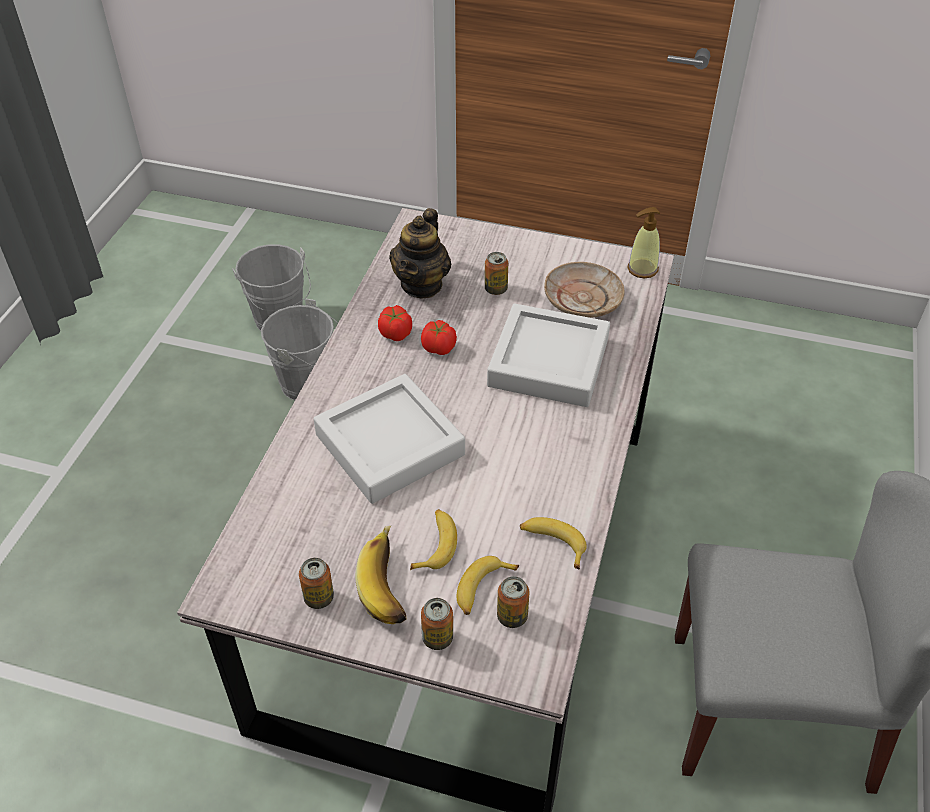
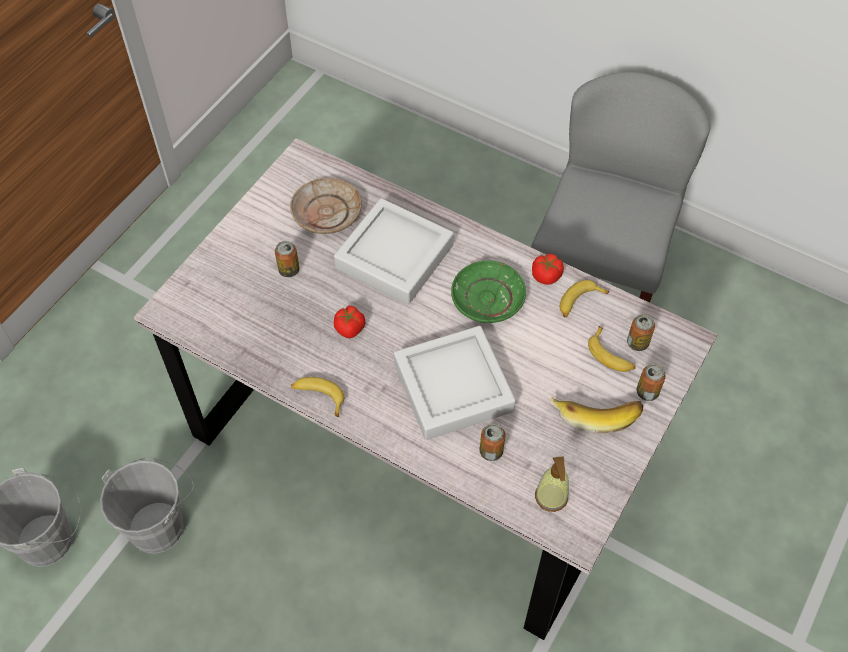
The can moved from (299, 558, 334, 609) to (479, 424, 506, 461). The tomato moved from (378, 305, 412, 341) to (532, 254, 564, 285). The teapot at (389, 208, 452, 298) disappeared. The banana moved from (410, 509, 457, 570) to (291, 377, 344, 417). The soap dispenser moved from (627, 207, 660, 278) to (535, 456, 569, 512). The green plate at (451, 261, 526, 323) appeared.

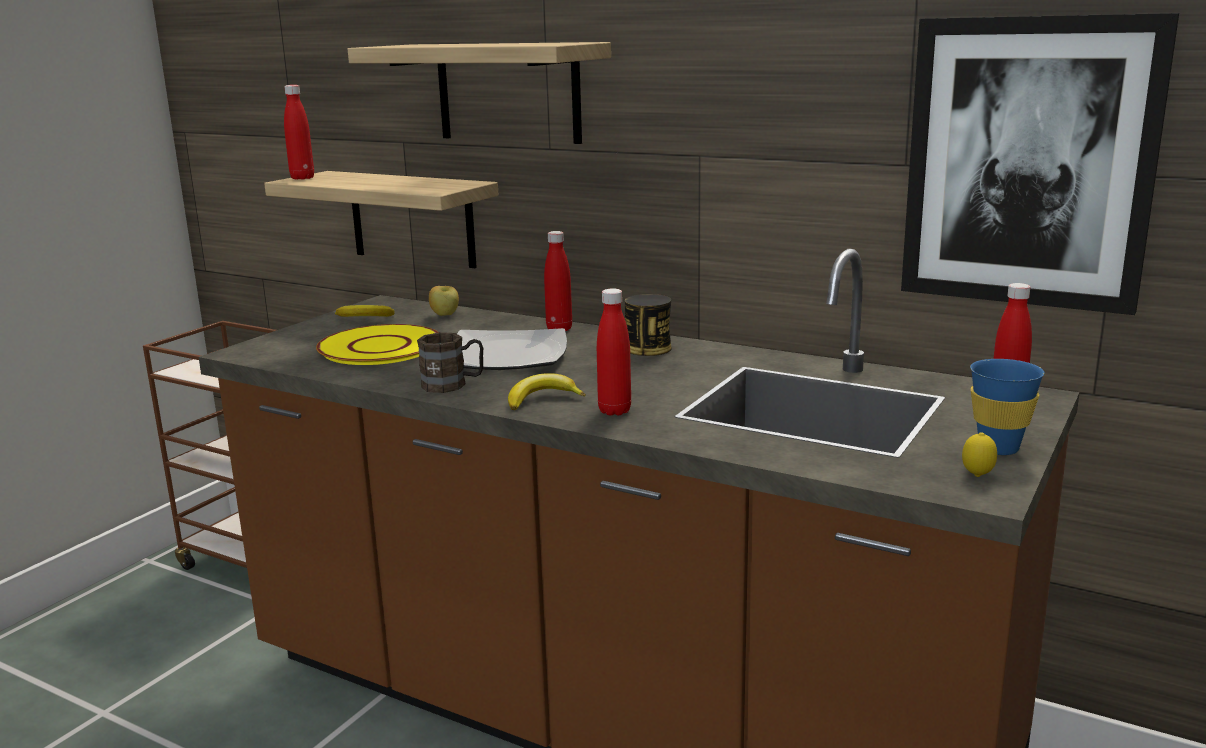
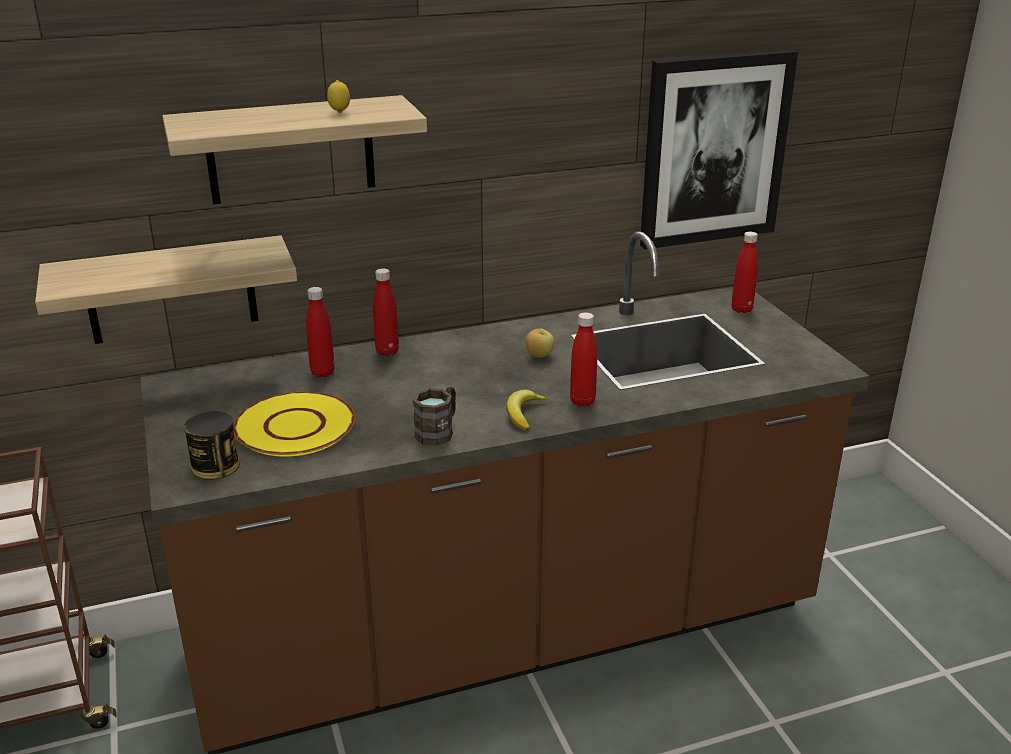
The red bottle moved from (284, 85, 314, 180) to (306, 287, 335, 377). The banana at (335, 305, 395, 317) disappeared. The apple moved from (429, 286, 459, 316) to (525, 328, 554, 358). The plate at (457, 328, 567, 370) disappeared. The can moved from (625, 294, 672, 356) to (184, 411, 239, 480). The lemon moved from (962, 432, 997, 477) to (327, 80, 350, 113). The blue cup at (970, 359, 1045, 455) disappeared.

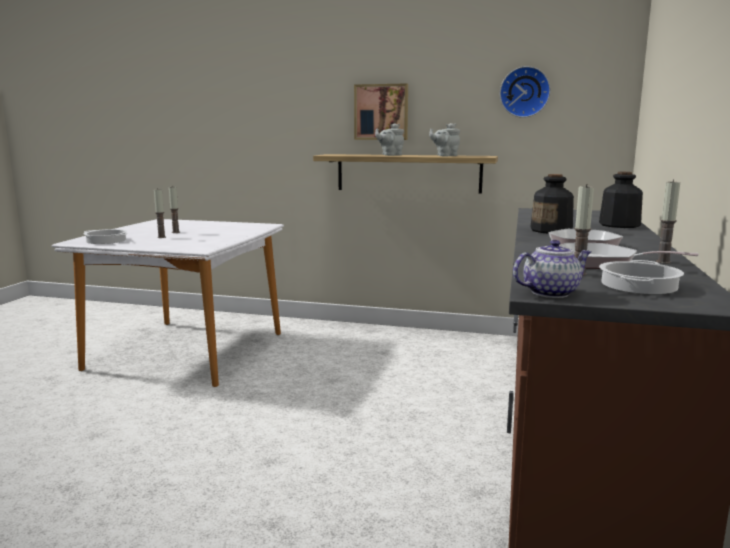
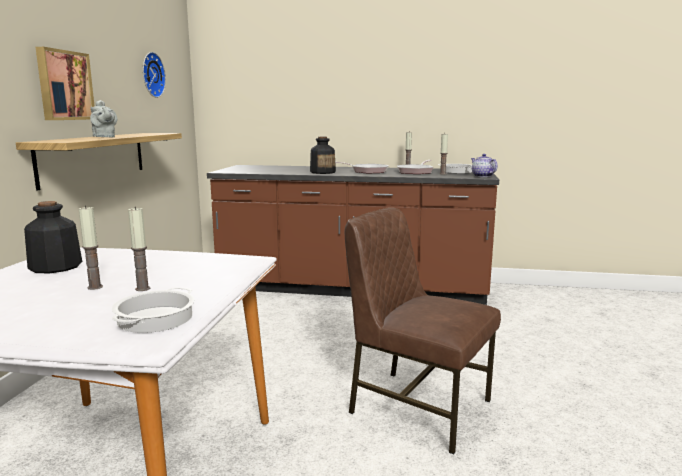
The grey teapot at (429, 123, 460, 156) disappeared. The bottle moved from (599, 172, 643, 228) to (24, 201, 82, 273). The brown chair at (345, 207, 501, 454) appeared.

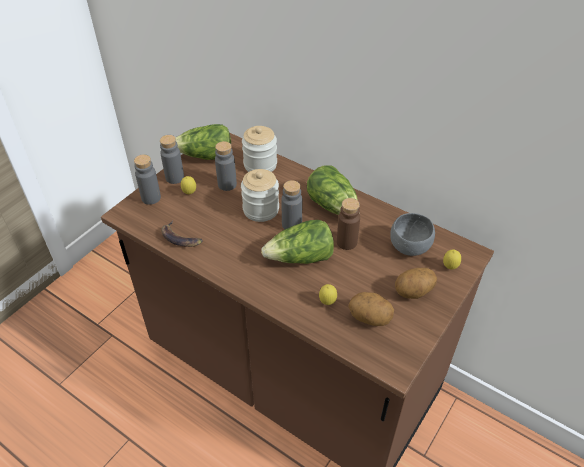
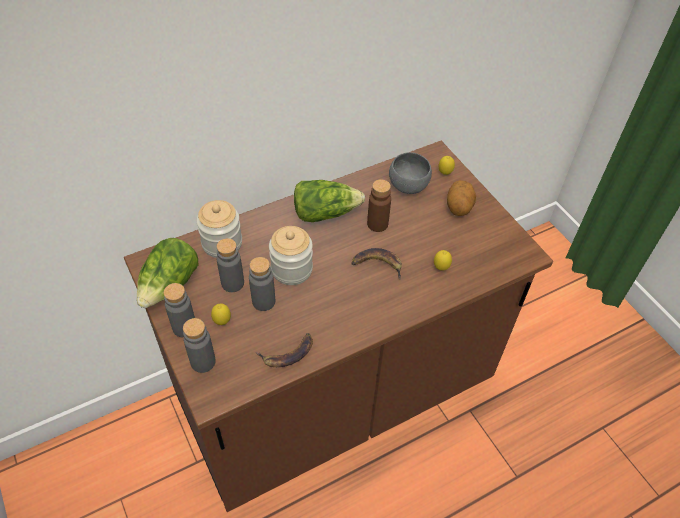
The lettuce at (261, 220, 334, 264) was replaced by the banana at (352, 248, 402, 280). The grey bottle moved from (281, 180, 302, 229) to (249, 257, 275, 311). The potato at (348, 292, 394, 326) disappeared.

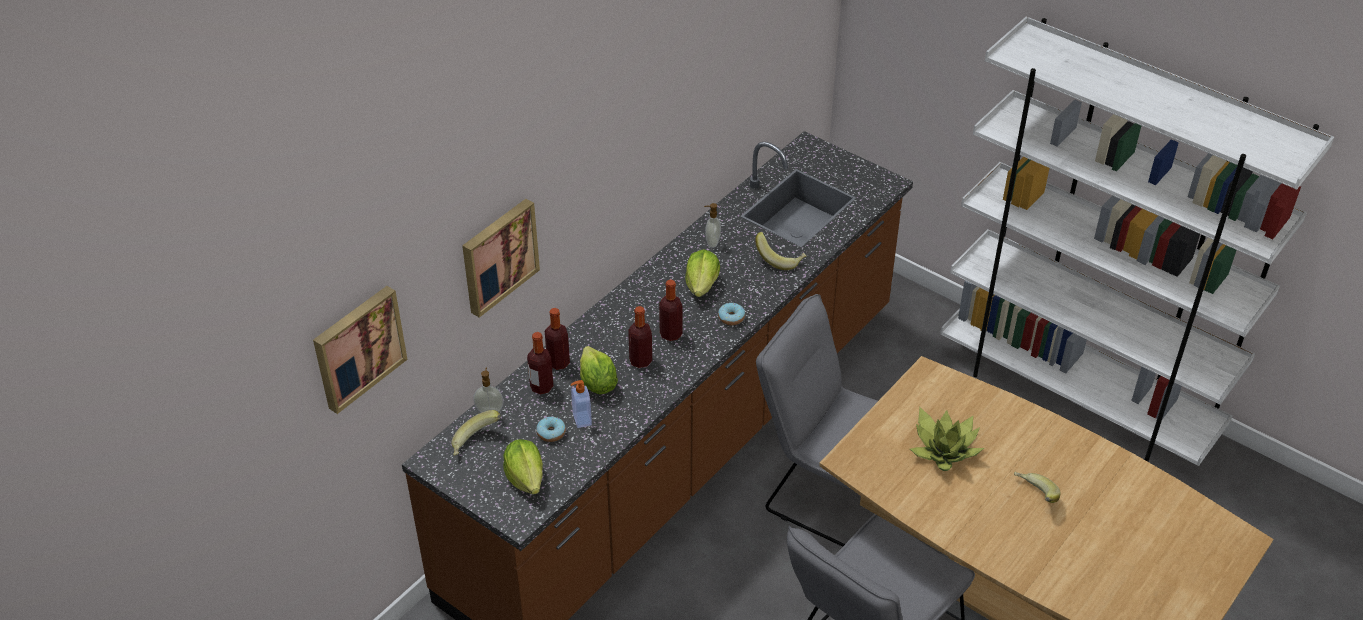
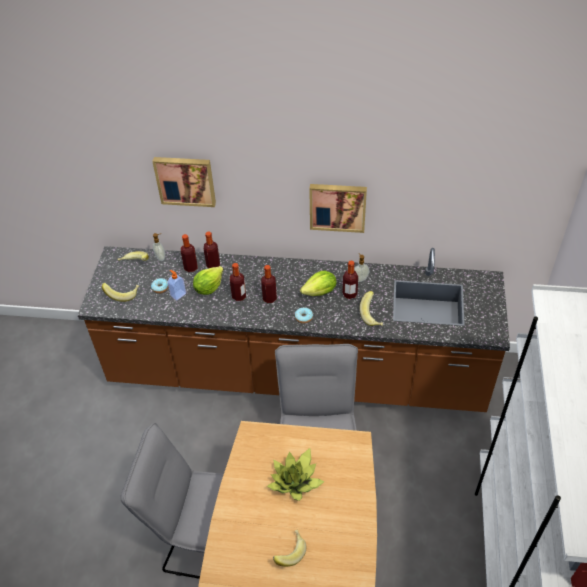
The picture moved from (313, 286, 408, 414) to (309, 184, 367, 233). The lettuce at (503, 439, 543, 494) was replaced by the banana at (102, 283, 139, 302). The bottle at (343, 260, 358, 299) appeared.

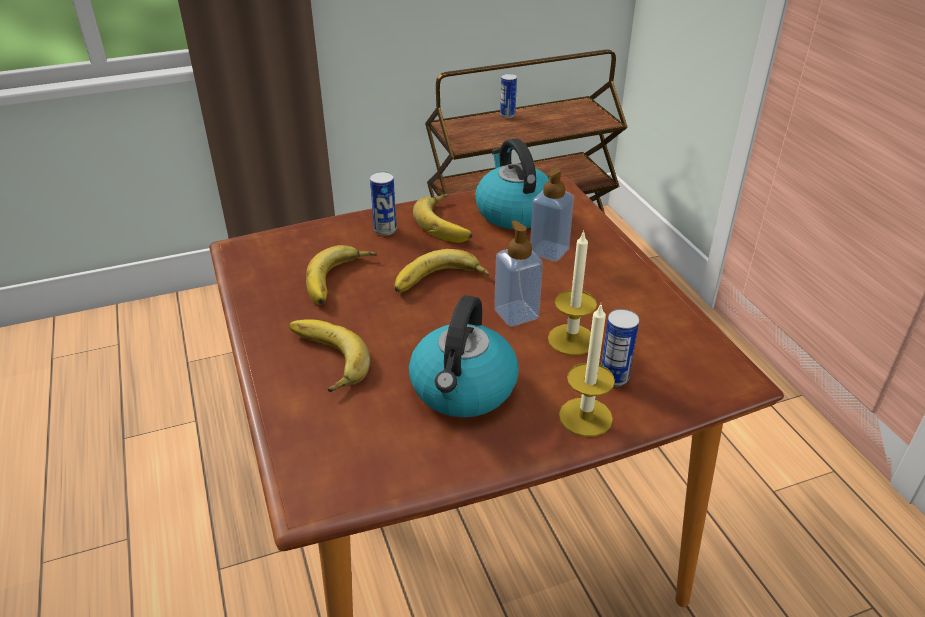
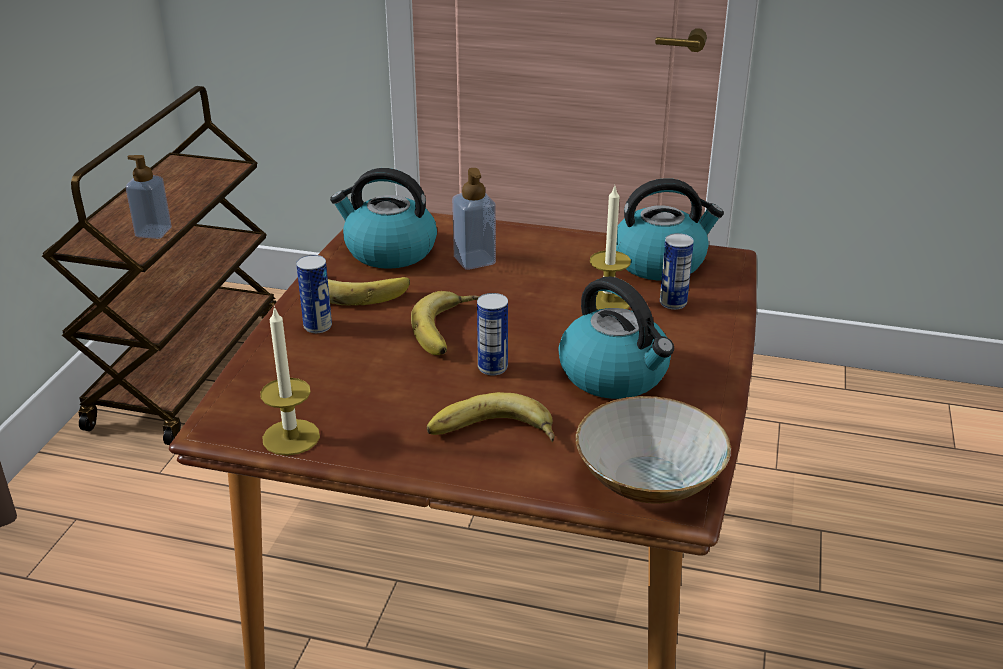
The banana at (306, 245, 377, 304) disappeared. The soap dispenser moved from (494, 220, 543, 327) to (126, 155, 171, 239). The can moved from (500, 74, 517, 118) to (477, 293, 508, 376). The candle moved from (559, 304, 615, 437) to (260, 306, 320, 456). The bowl at (576, 396, 731, 504) appeared. The kettle at (616, 178, 724, 281) appeared.

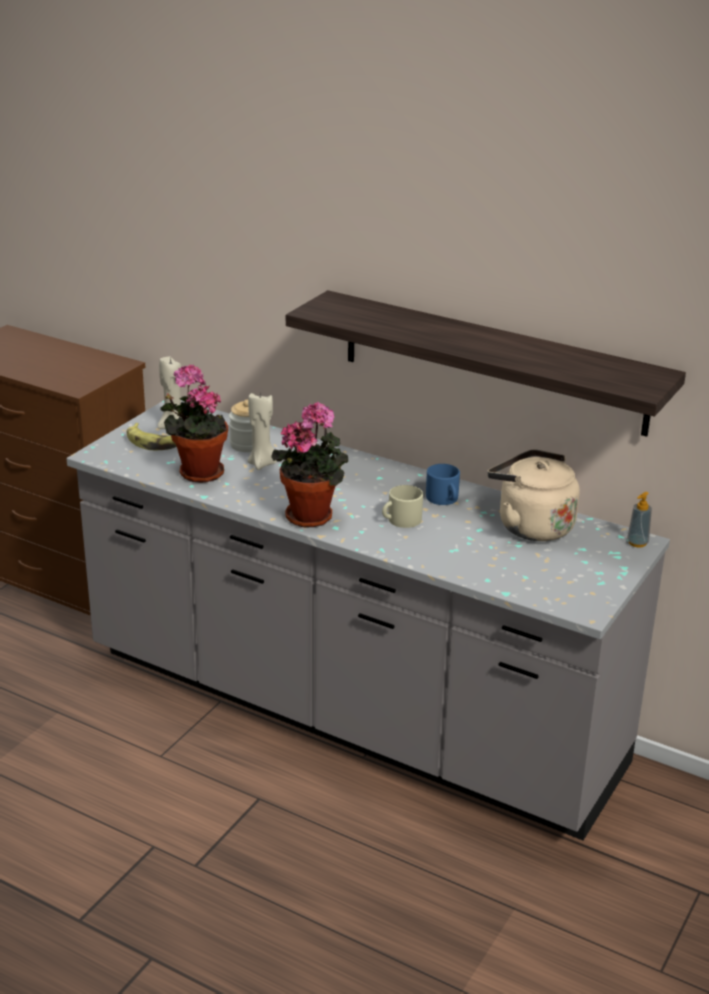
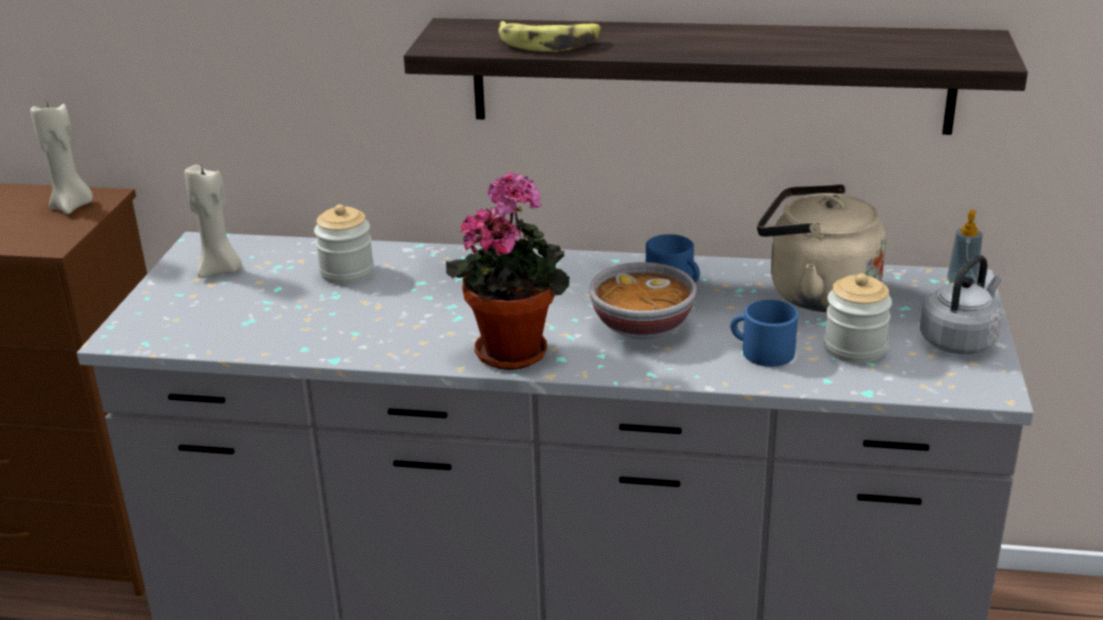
The banana moved from (127, 423, 177, 451) to (499, 21, 601, 52). The potted plant at (160, 365, 228, 483) disappeared. The beige candle moved from (248, 393, 277, 470) to (31, 100, 93, 214). The beige mug at (382, 485, 423, 528) was replaced by the bowl at (590, 262, 696, 339). The blue mug at (730, 300, 798, 367) appeared. The jar at (824, 273, 892, 363) appeared. The grey kettle at (920, 255, 1002, 354) appeared.

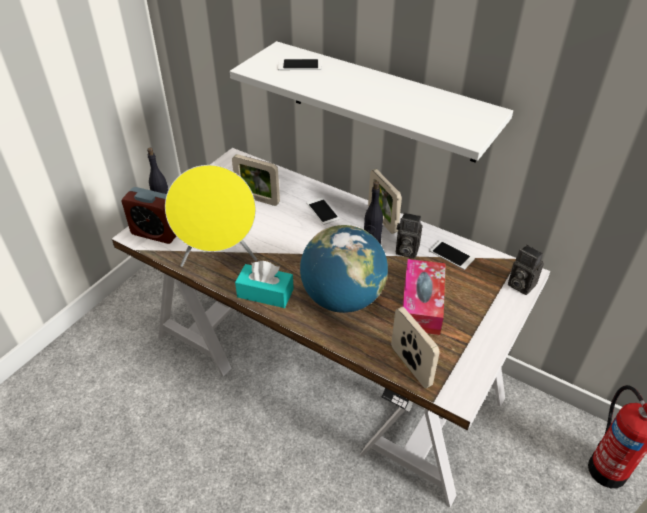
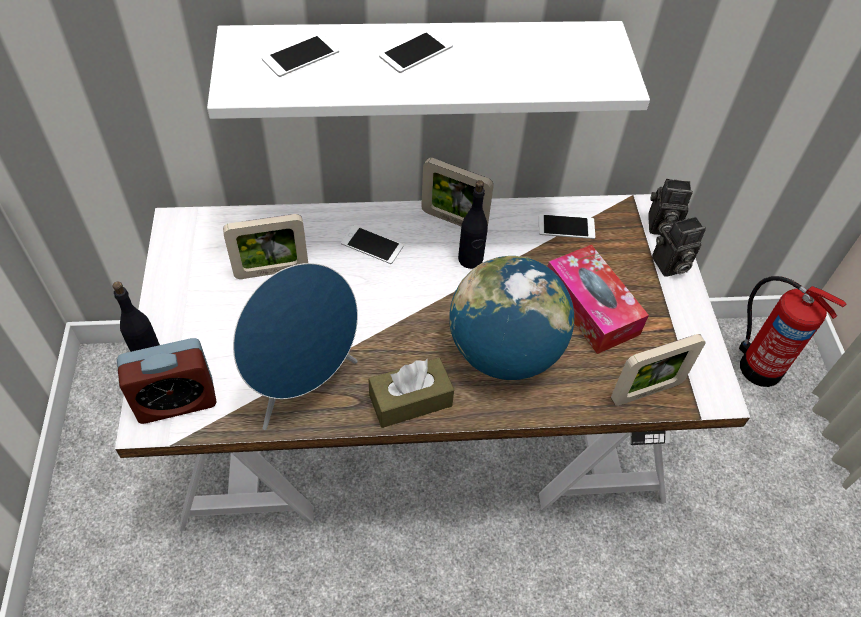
The yellow speaker at (165, 165, 257, 267) became the blue speaker at (233, 263, 358, 430). The turquoise tissue box at (235, 261, 294, 308) became the brown tissue box at (369, 358, 454, 428). The picture frame at (391, 307, 440, 388) turned 135 degrees clockwise. The photo camera moved from (396, 212, 423, 258) to (652, 217, 706, 277). The phone at (379, 29, 453, 73) appeared.

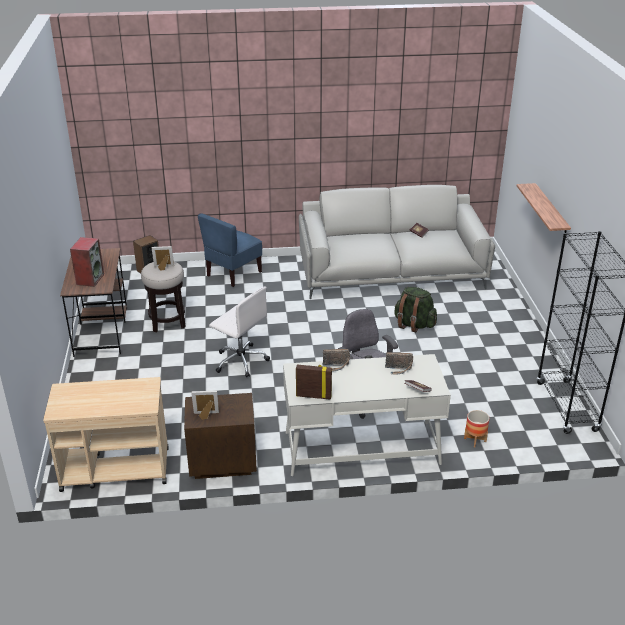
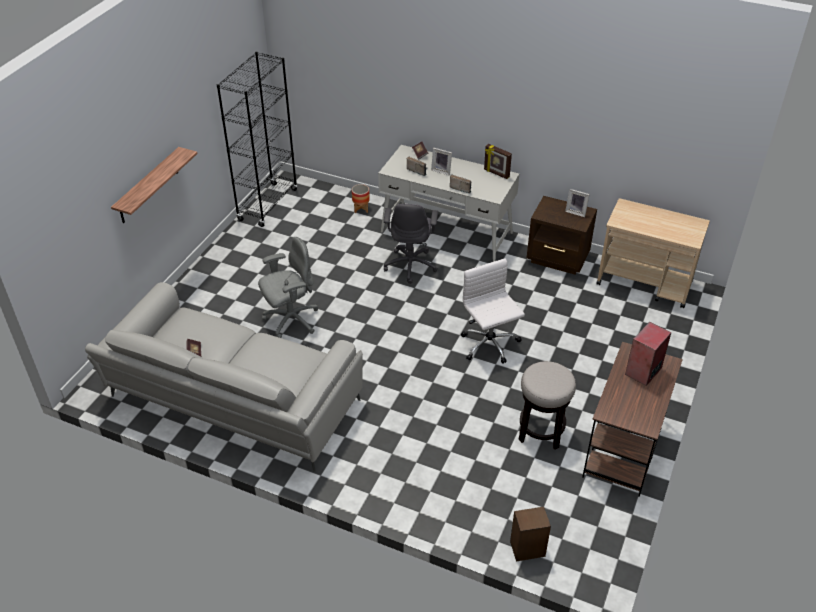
The picture frame moved from (152, 246, 174, 271) to (431, 148, 452, 175). The blue chair at (198, 213, 262, 287) disappeared. The green backpack at (394, 287, 437, 332) was replaced by the grey office chair at (258, 237, 318, 338).

